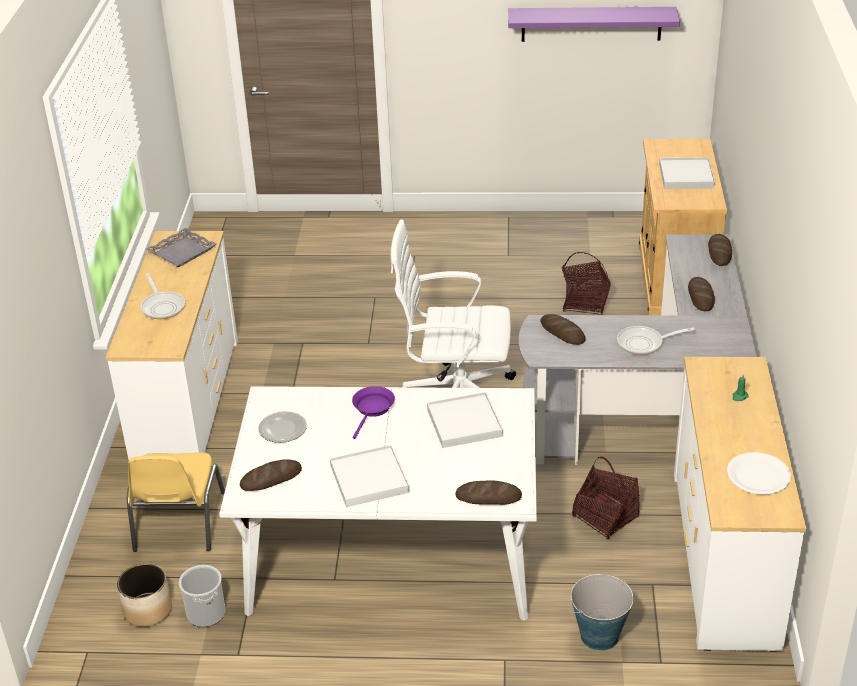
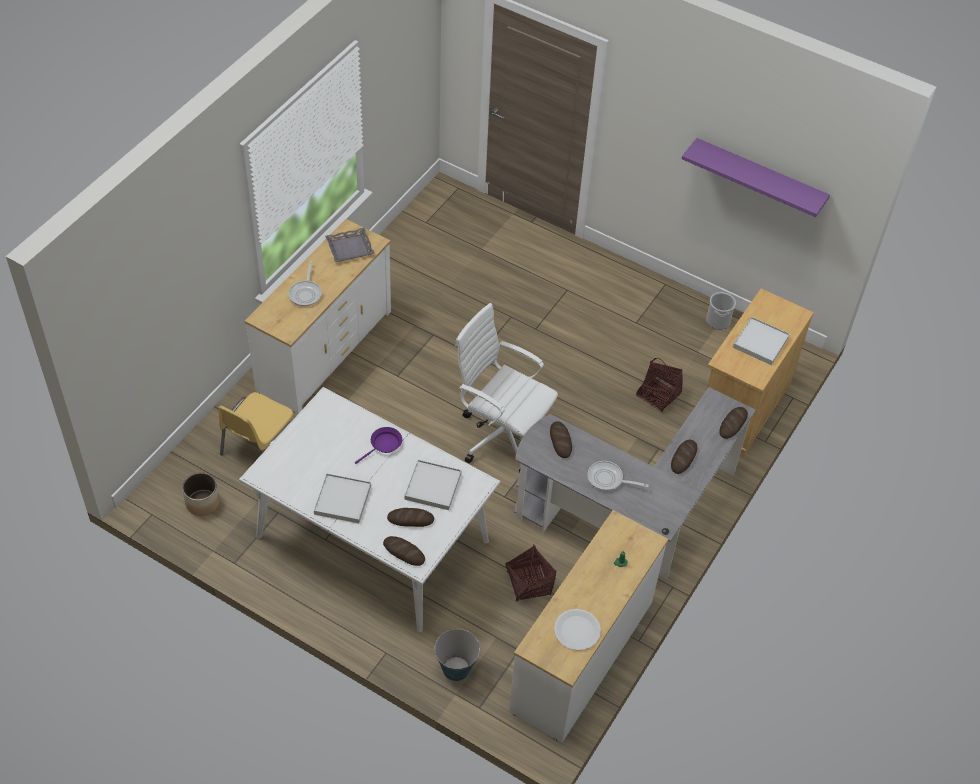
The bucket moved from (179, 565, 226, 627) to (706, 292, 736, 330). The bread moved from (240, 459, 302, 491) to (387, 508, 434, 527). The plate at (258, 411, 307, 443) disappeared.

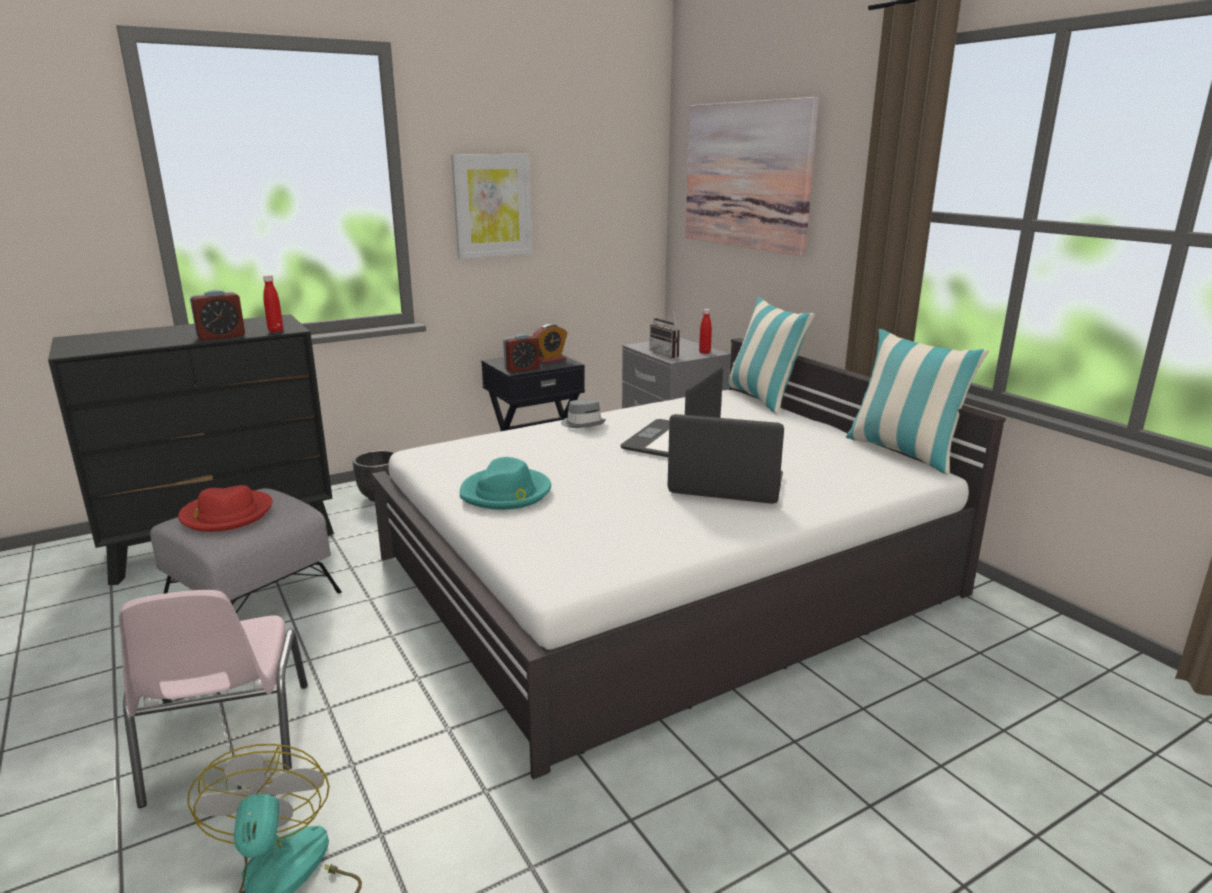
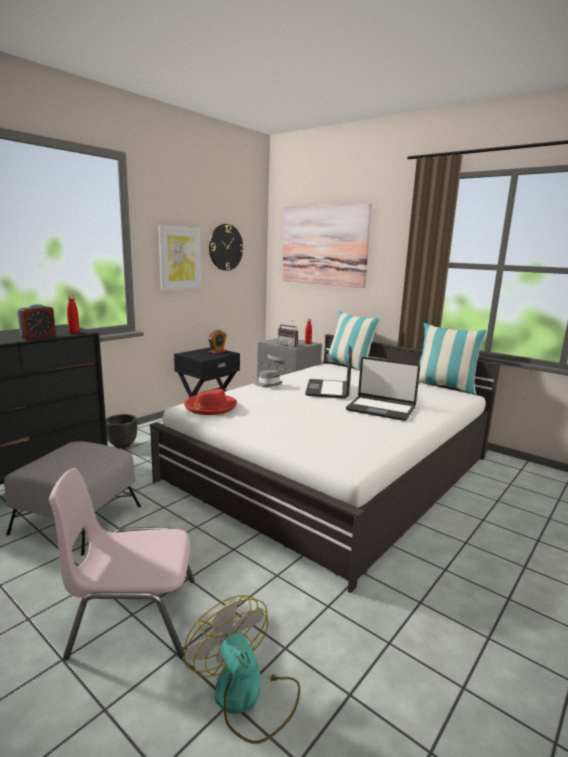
The pink chair at (119, 590, 308, 808) turned 120 degrees clockwise. The red hat moved from (178, 485, 273, 532) to (184, 389, 237, 415). The turquoise hat at (460, 457, 551, 510) disappeared. The alarm clock at (503, 334, 540, 373) disappeared. The laptop at (667, 414, 784, 504) turned 150 degrees counterclockwise. The wall clock at (209, 224, 244, 271) appeared.

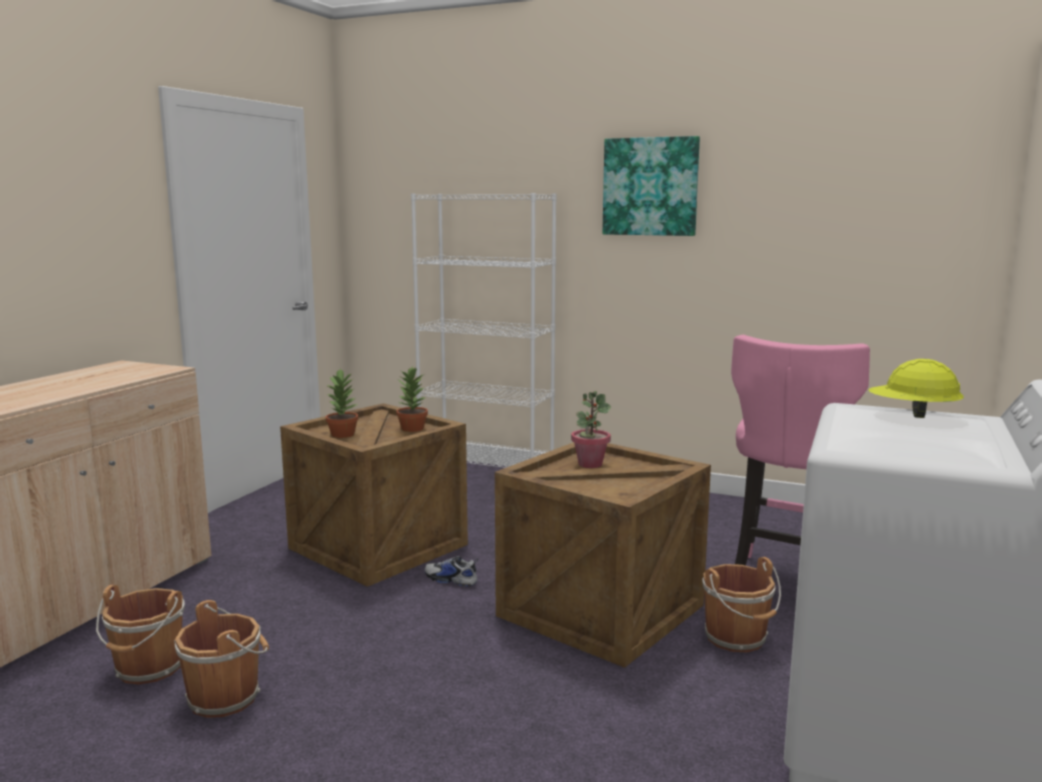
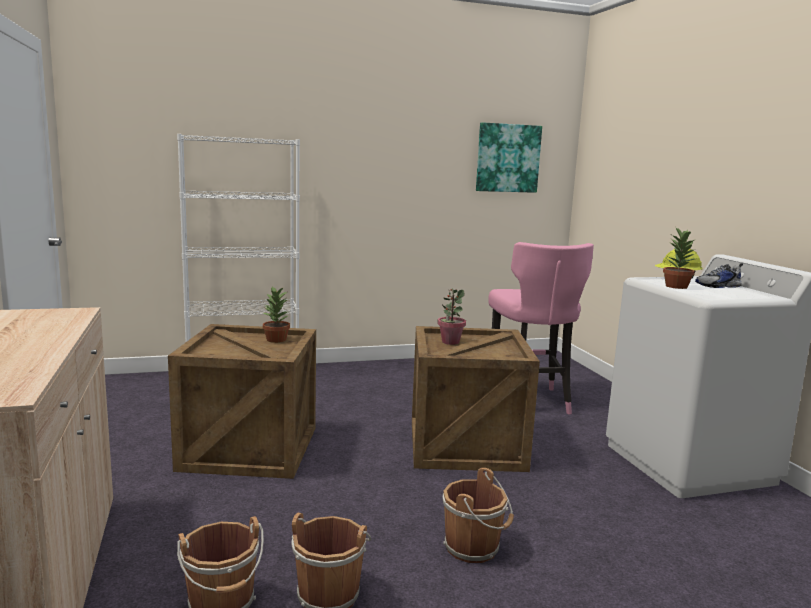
The potted plant moved from (326, 368, 358, 438) to (663, 228, 697, 289). The shoe moved from (425, 556, 478, 586) to (695, 263, 743, 288). The picture moved from (602, 136, 700, 236) to (476, 122, 542, 193). The brown bucket moved from (702, 557, 781, 652) to (443, 468, 514, 563).

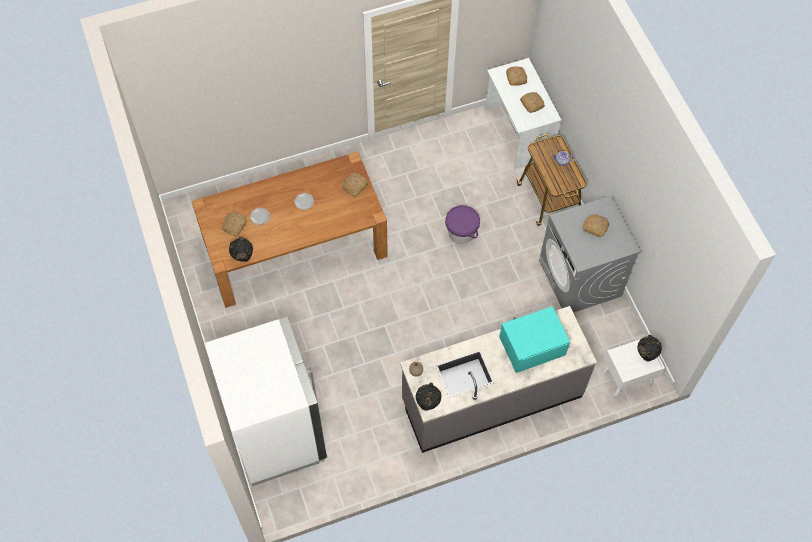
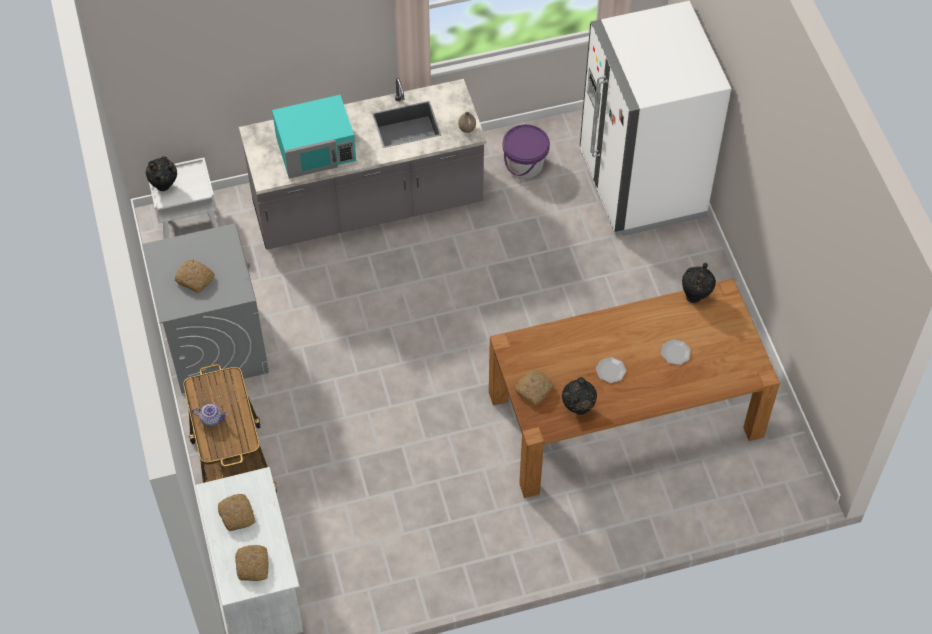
The bread at (222, 212, 247, 236) disappeared. The black vase moved from (416, 382, 441, 411) to (562, 377, 597, 415). The purple bucket moved from (445, 205, 480, 244) to (503, 124, 550, 178).

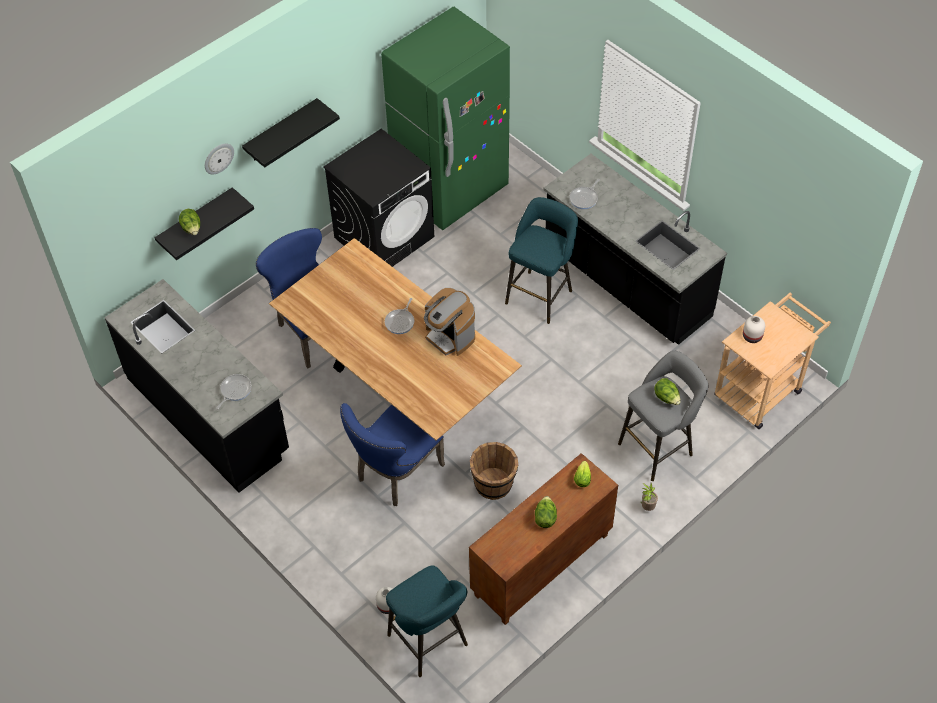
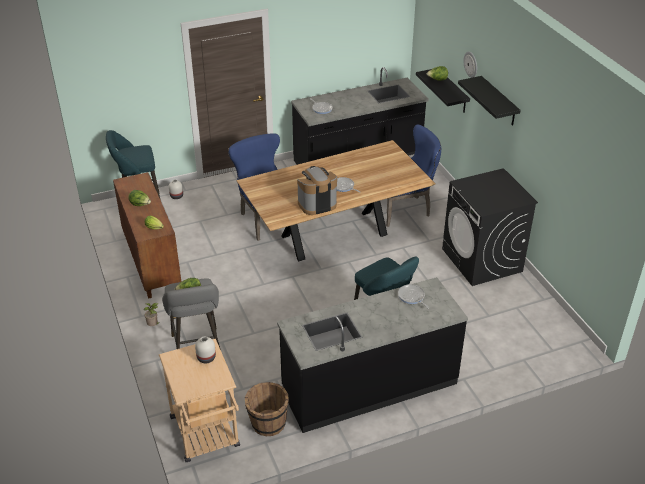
The green fridge at (381, 7, 510, 230) disappeared. The brown bucket moved from (470, 442, 518, 500) to (245, 382, 289, 436).

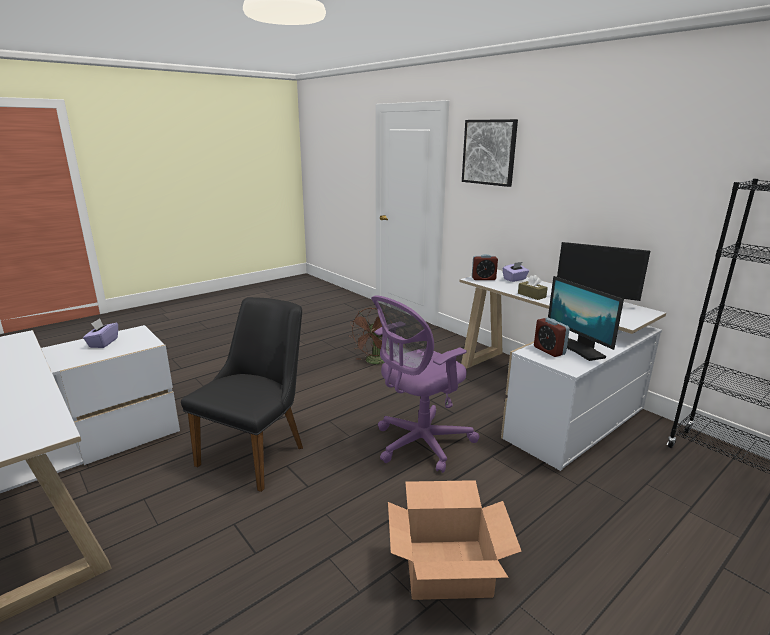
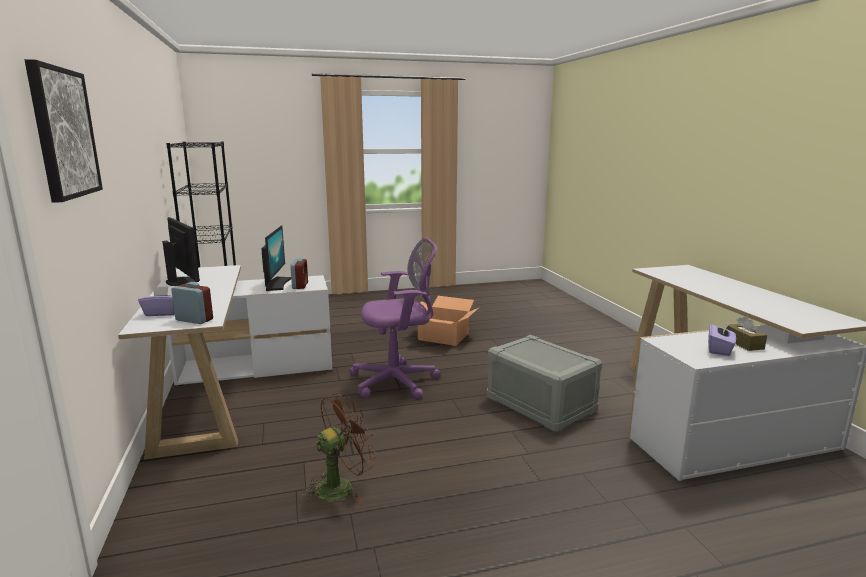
The black chair at (181, 297, 303, 492) was replaced by the grey storage box at (487, 335, 602, 433). The brown tissue box moved from (518, 275, 548, 300) to (726, 316, 767, 351).

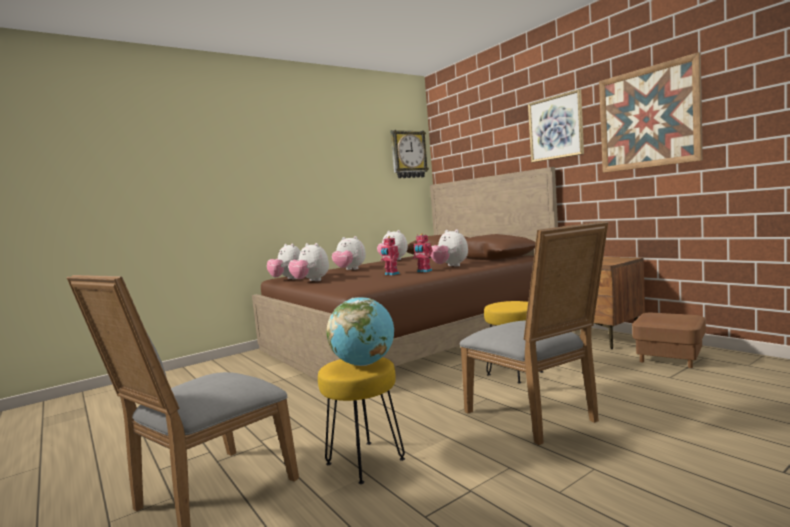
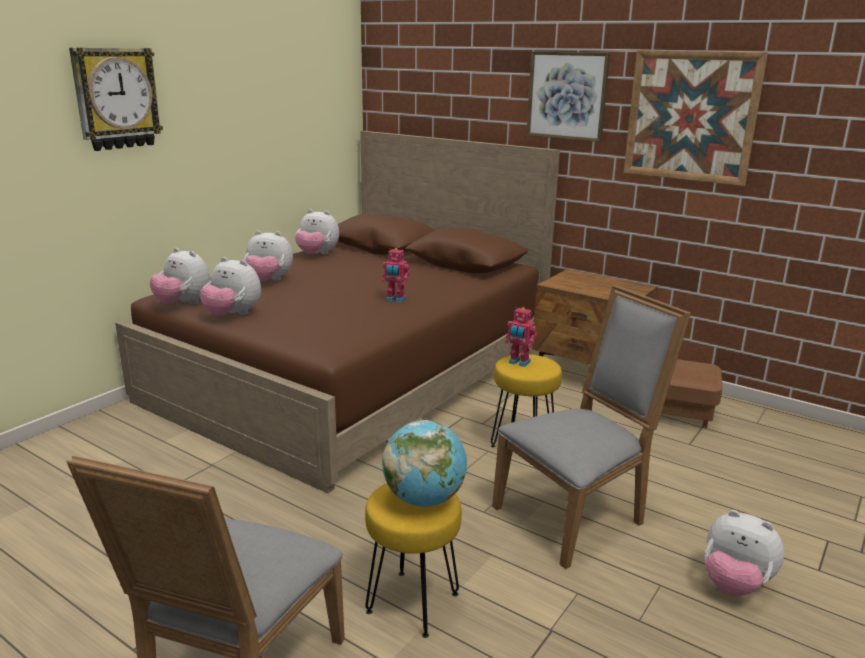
The toy robot moved from (381, 236, 400, 275) to (505, 307, 537, 367). The wall clock moved from (390, 130, 429, 178) to (69, 48, 163, 151). The plush toy moved from (431, 229, 468, 267) to (705, 510, 784, 596). The grey chair at (460, 221, 608, 445) turned 75 degrees counterclockwise.

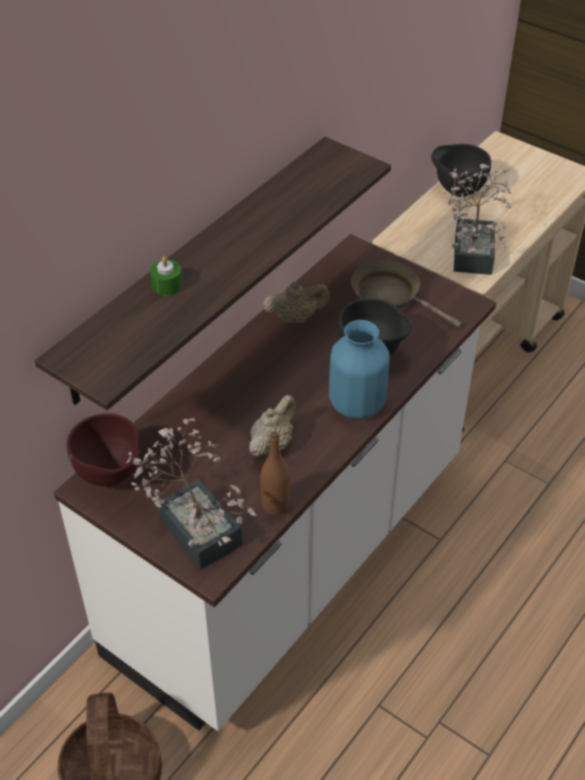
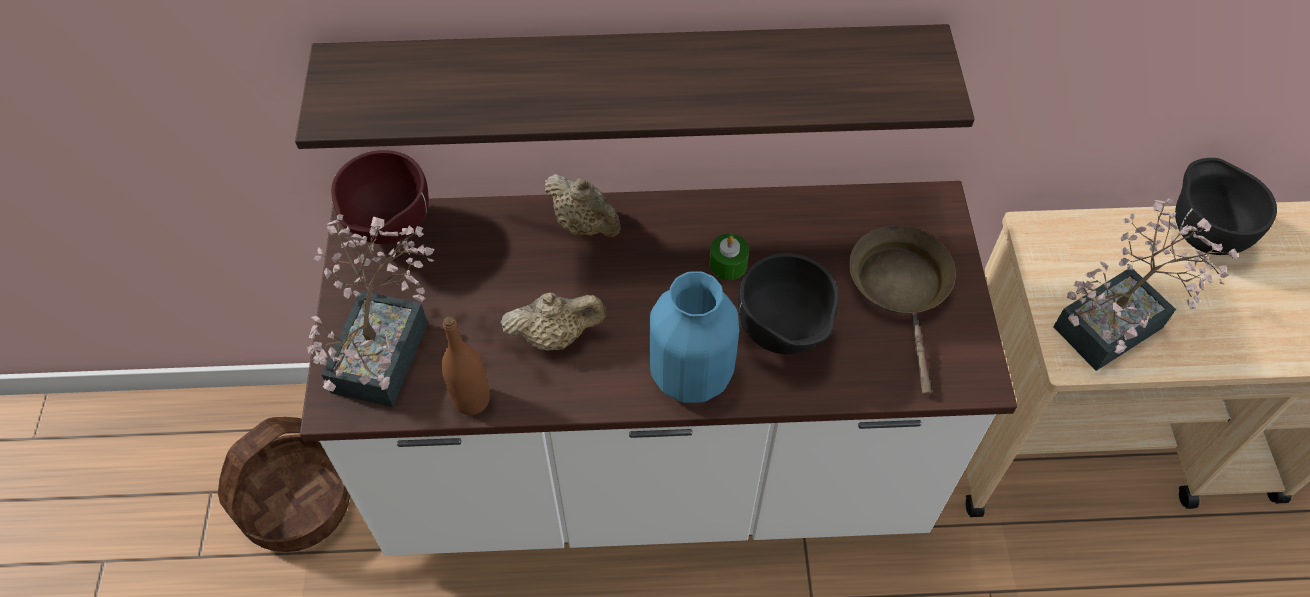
The green candle moved from (150, 256, 183, 296) to (709, 234, 749, 280). The beige teapot moved from (263, 281, 330, 323) to (544, 174, 621, 237).

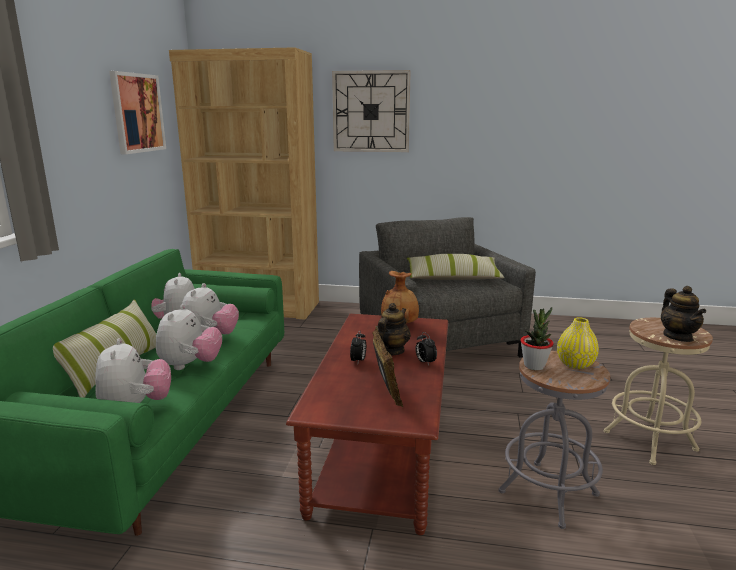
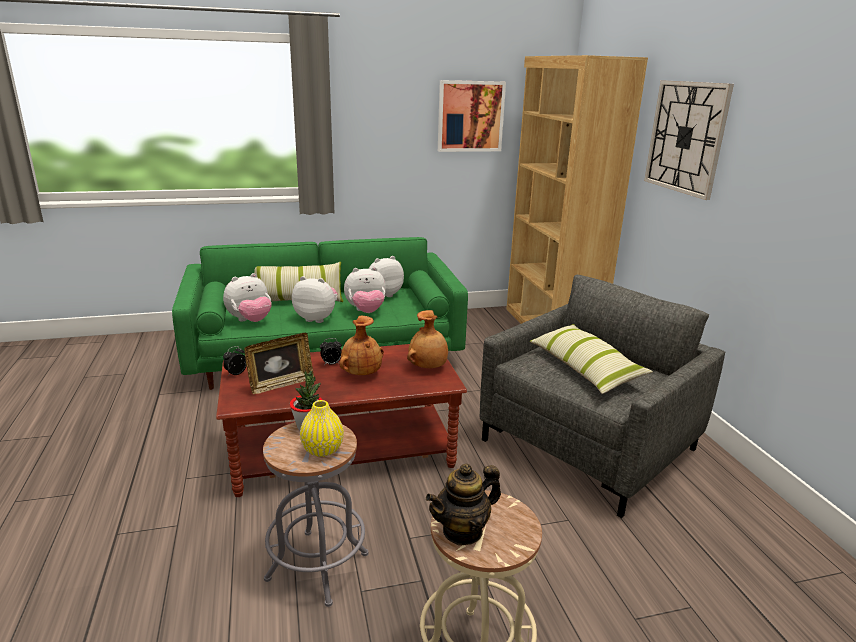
The plush toy at (156, 304, 222, 370) turned 150 degrees counterclockwise. The teapot at (377, 303, 411, 355) was replaced by the brown vase at (339, 315, 384, 375). The alarm clock moved from (416, 332, 437, 365) to (223, 346, 247, 375).

